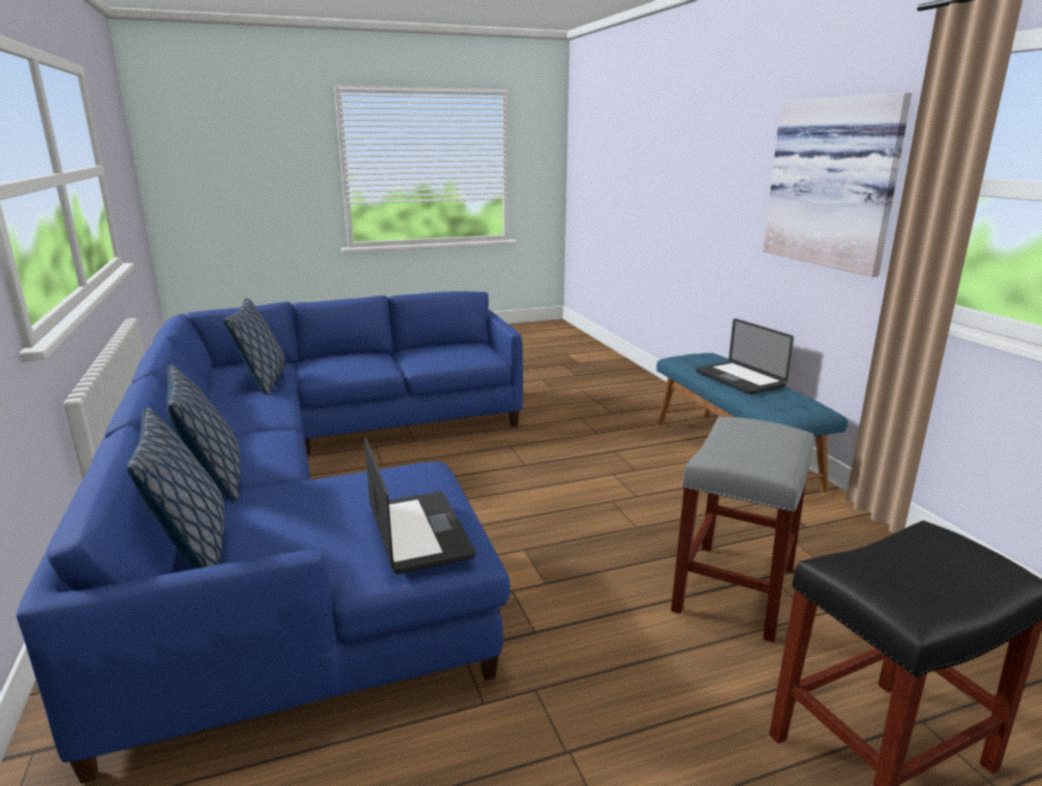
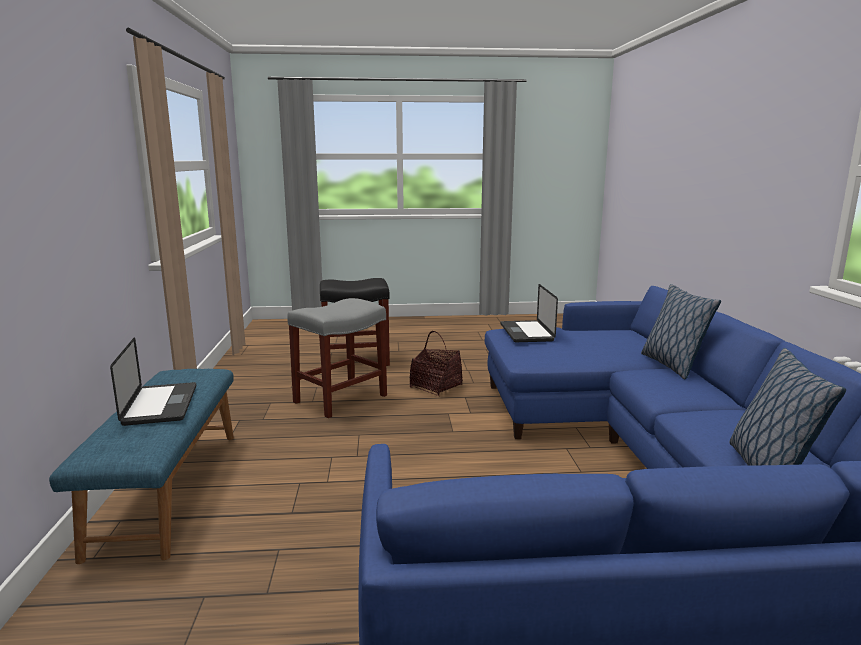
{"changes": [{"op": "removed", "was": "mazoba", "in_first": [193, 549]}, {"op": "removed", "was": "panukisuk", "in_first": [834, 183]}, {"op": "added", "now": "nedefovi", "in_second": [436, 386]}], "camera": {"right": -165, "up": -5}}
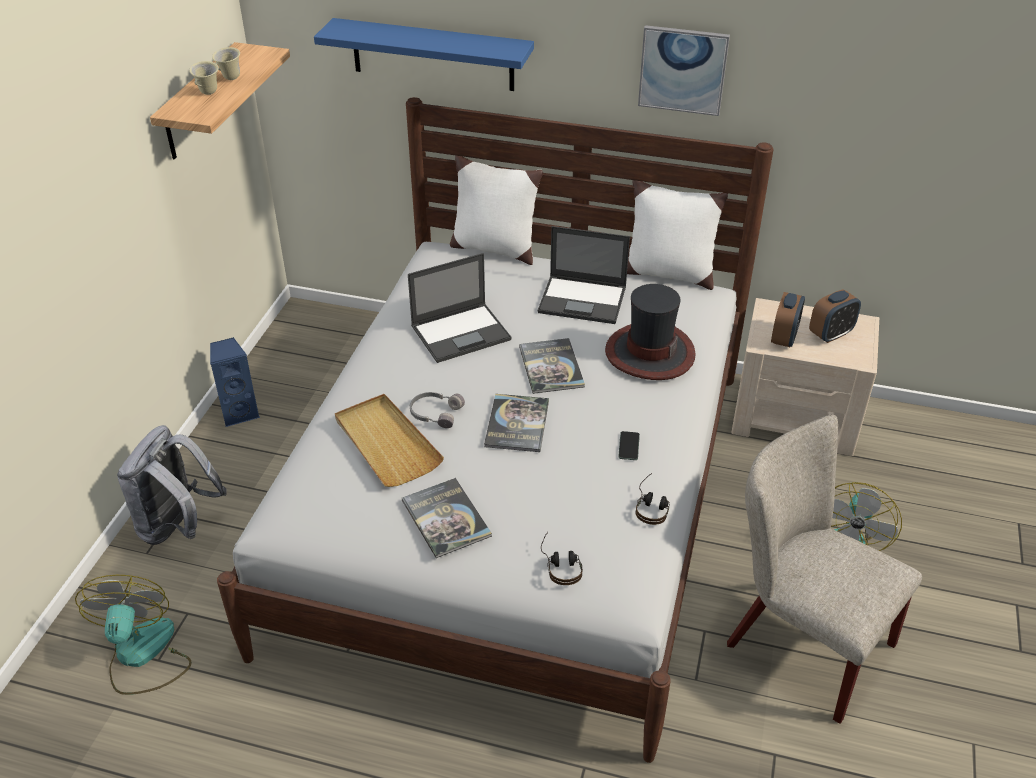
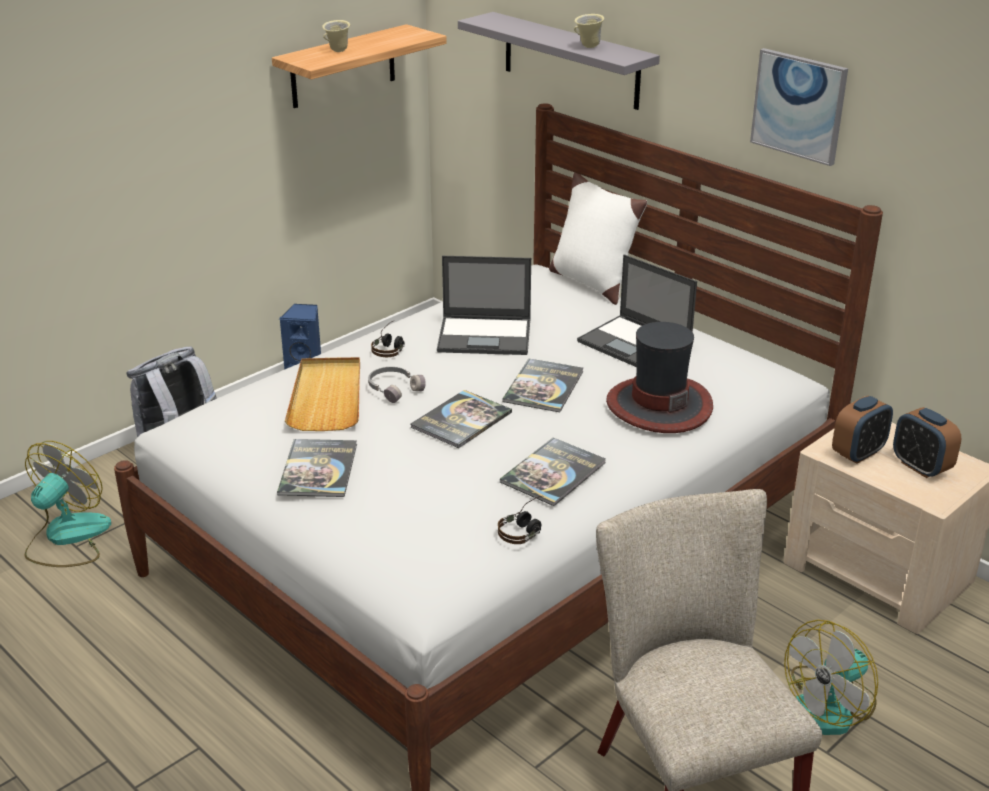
{"changes": [{"op": "moved", "was": "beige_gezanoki", "in_first": [230, 79], "in_second": [588, 47]}, {"op": "recoloured", "was": "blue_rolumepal", "now": "grey_rolumepal", "in_first": [432, 55], "in_second": [571, 60]}, {"op": "moved", "was": "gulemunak", "in_first": [561, 564], "in_second": [390, 347]}, {"op": "replaced", "was": "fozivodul", "now": "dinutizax", "in_first": [629, 446], "in_second": [553, 473]}, {"op": "removed", "was": "white_mazoba", "in_first": [668, 273]}, {"op": "turned", "was": "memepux", "in_first": [830, 334], "in_second": [920, 467], "clockwise": 60}], "camera": {"right": 30, "up": -10}}
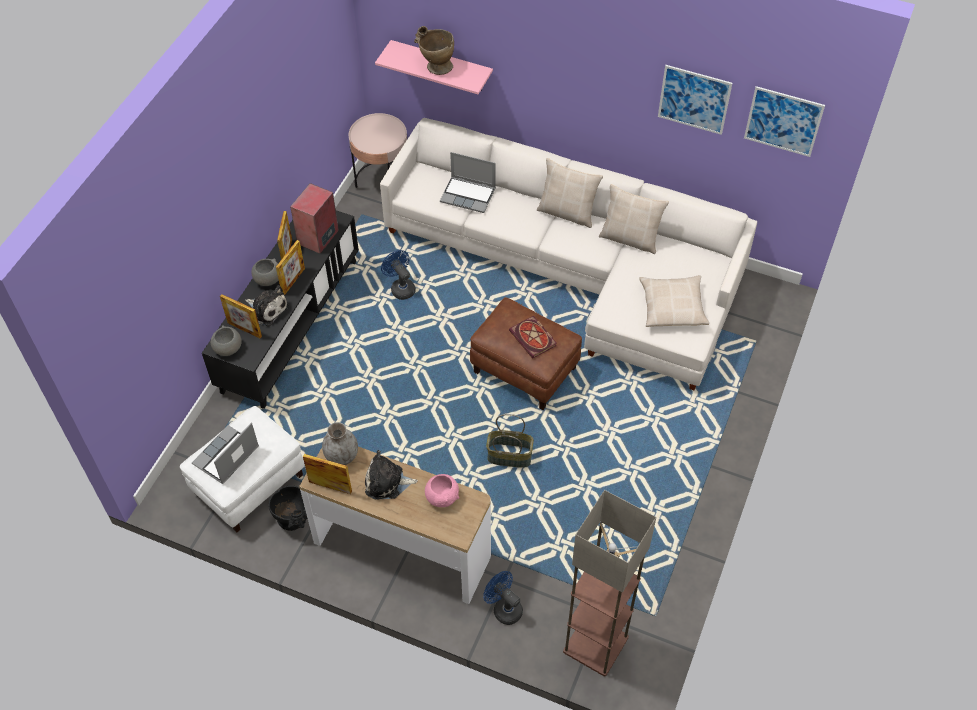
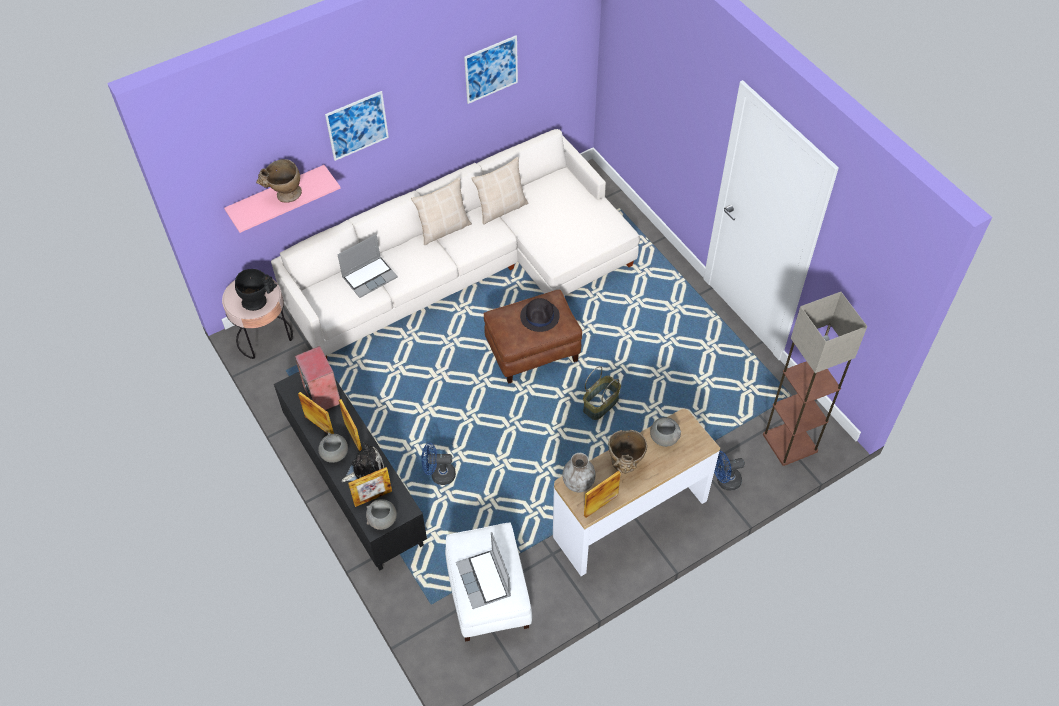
{"changes": [{"op": "moved", "was": "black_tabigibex", "in_first": [294, 522], "in_second": [259, 301]}, {"op": "replaced", "was": "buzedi", "now": "beige_tabigibex", "in_first": [387, 482], "in_second": [625, 466]}, {"op": "moved", "was": "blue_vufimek", "in_first": [400, 287], "in_second": [439, 475]}, {"op": "recoloured", "was": "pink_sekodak", "now": "grey_sekodak", "in_first": [442, 497], "in_second": [664, 438]}, {"op": "replaced", "was": "dinutizax", "now": "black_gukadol", "in_first": [534, 338], "in_second": [540, 316]}, {"op": "removed", "was": "beige_mazoba", "in_first": [672, 306]}, {"op": "moved", "was": "panukisuk", "in_first": [783, 121], "in_second": [357, 125]}], "camera": {"right": -55, "up": 0}}
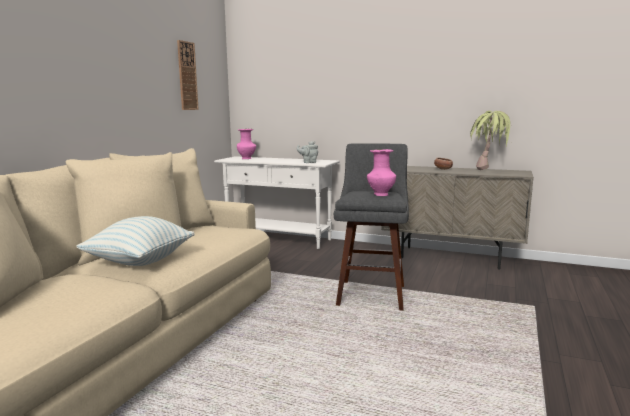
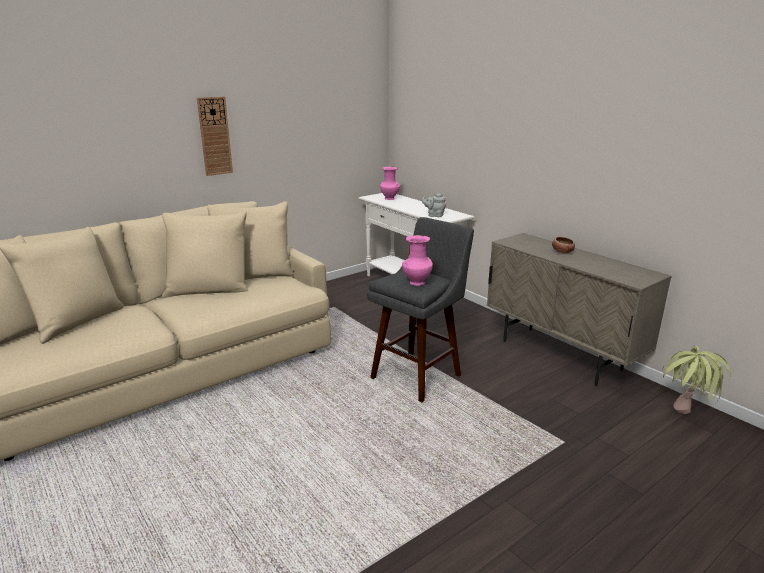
{"changes": [{"op": "removed", "was": "mazoba", "in_first": [140, 261]}, {"op": "moved", "was": "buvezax", "in_first": [187, 76], "in_second": [215, 136]}, {"op": "moved", "was": "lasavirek", "in_first": [488, 171], "in_second": [682, 422]}], "camera": {"right": 30, "up": 10}}
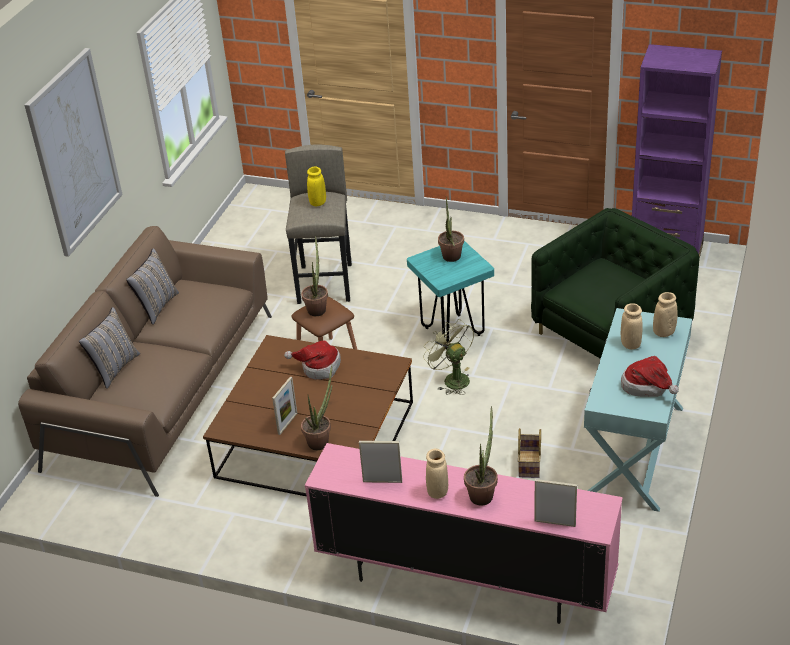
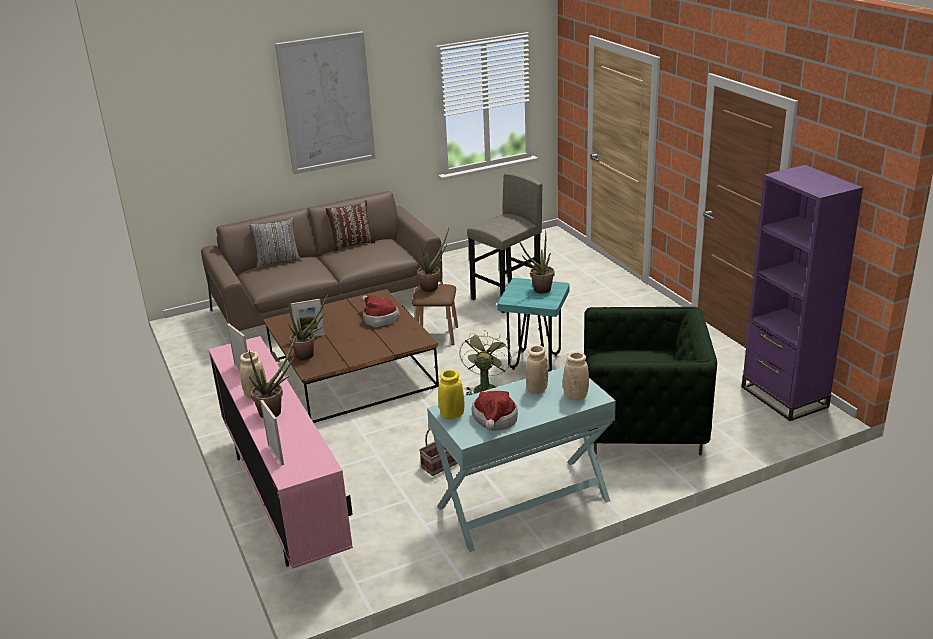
{"changes": [{"op": "recoloured", "was": "grey_mazoba", "now": "brown_mazoba", "in_first": [156, 307], "in_second": [352, 244]}, {"op": "moved", "was": "yellow_tabigibex", "in_first": [318, 203], "in_second": [452, 415]}], "camera": {"right": 45, "up": -10}}
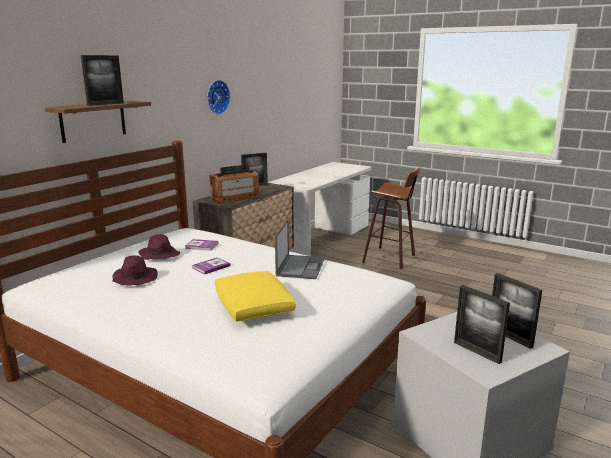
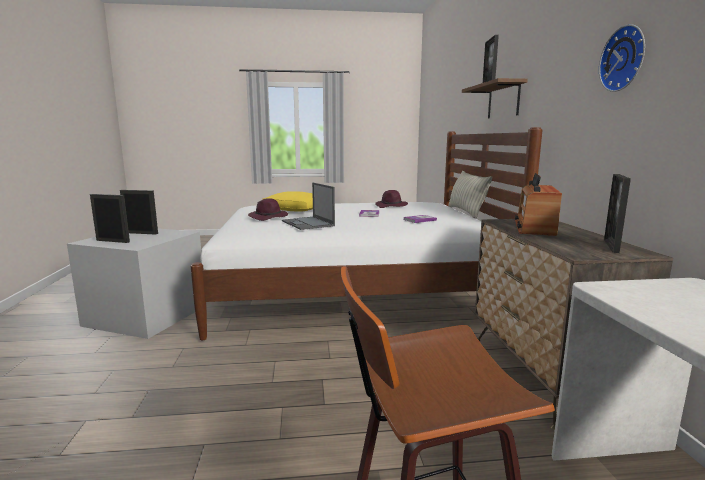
{"changes": [{"op": "moved", "was": "purple_gukadol", "in_first": [159, 255], "in_second": [269, 217]}, {"op": "added", "now": "mazoba", "in_second": [466, 212]}], "camera": {"right": 140, "up": -5}}
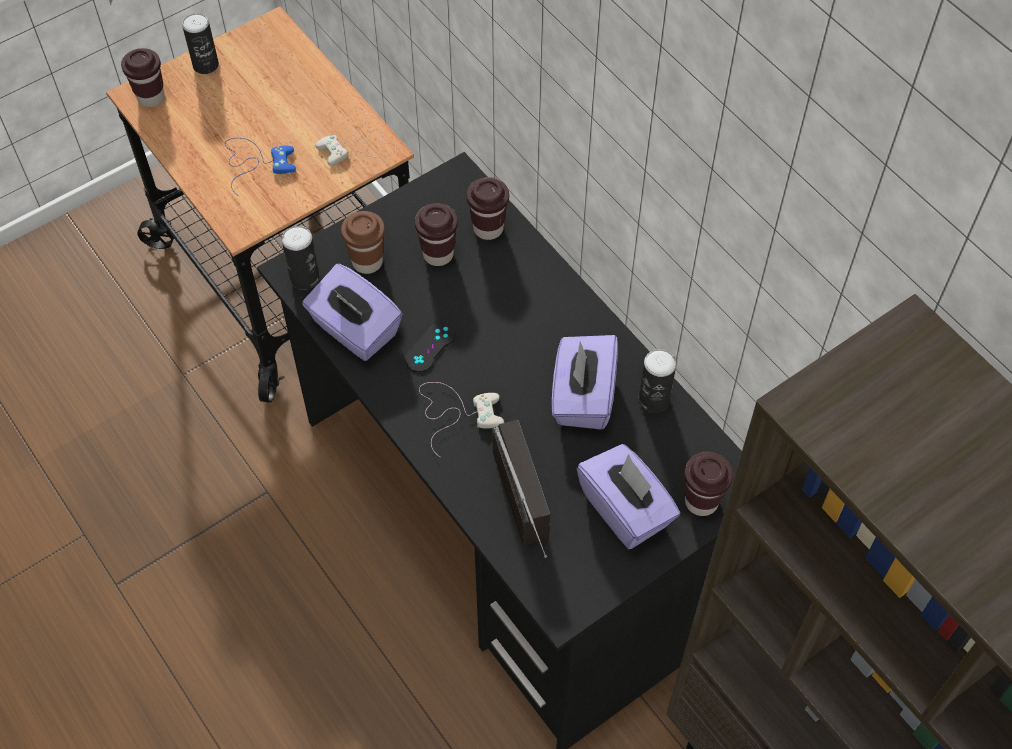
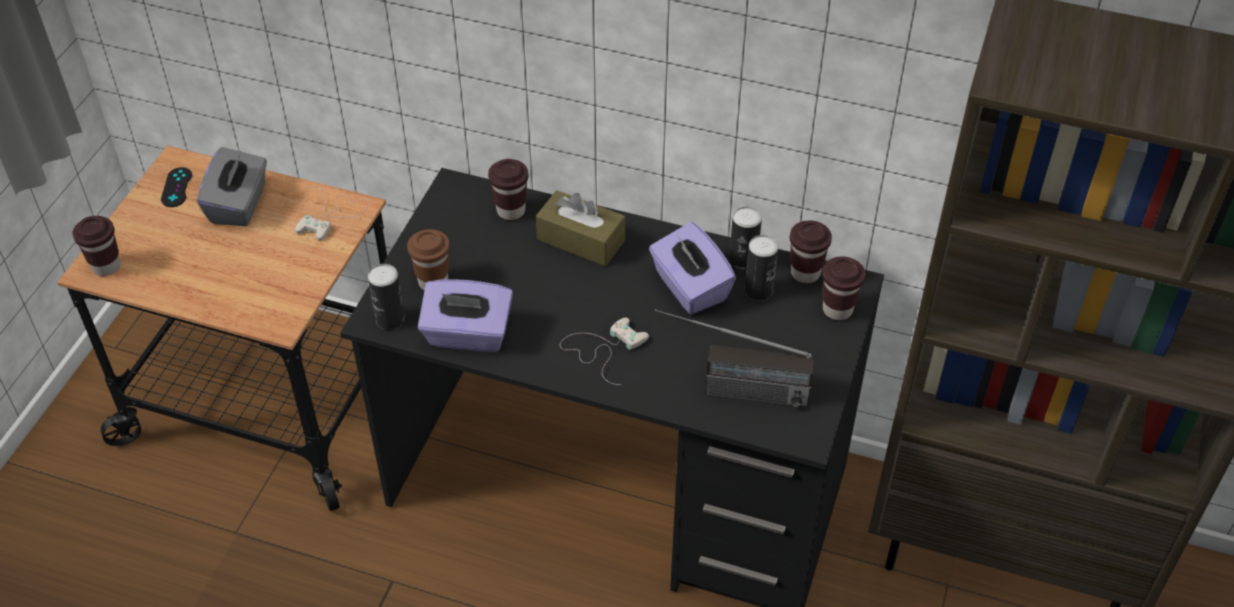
{"changes": [{"op": "moved", "was": "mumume", "in_first": [205, 65], "in_second": [758, 290]}, {"op": "removed", "was": "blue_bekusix", "in_first": [256, 162]}, {"op": "moved", "was": "black_bekusix", "in_first": [430, 347], "in_second": [176, 187]}, {"op": "moved", "was": "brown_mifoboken", "in_first": [438, 254], "in_second": [805, 273]}, {"op": "turned", "was": "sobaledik", "in_first": [532, 520], "in_second": [729, 390], "clockwise": 150}, {"op": "removed", "was": "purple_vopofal", "in_first": [625, 509]}, {"op": "added", "now": "grey_vopofal", "in_second": [239, 204]}, {"op": "added", "now": "brown_vopofal", "in_second": [581, 240]}], "camera": {"right": -35, "up": -10}}
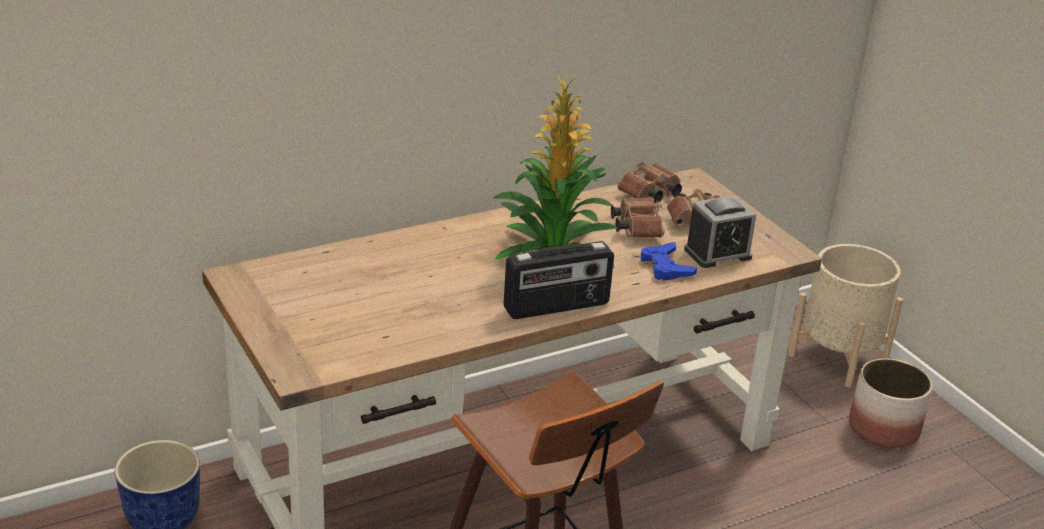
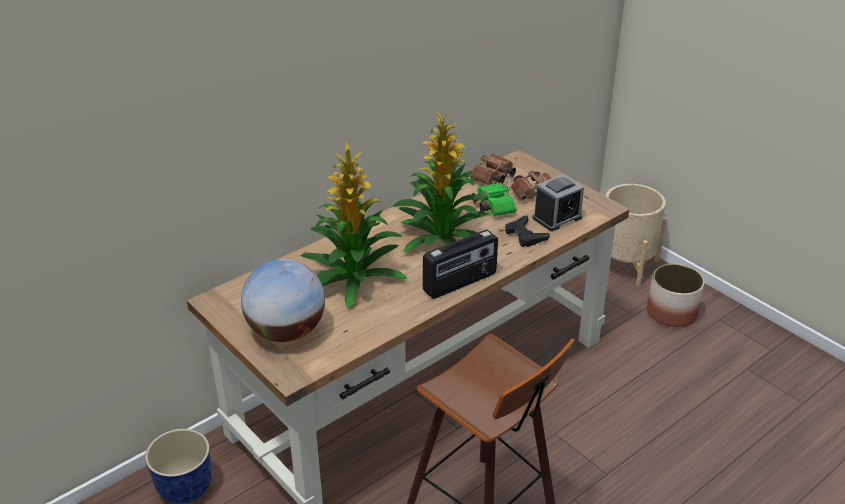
{"changes": [{"op": "recoloured", "was": "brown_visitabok", "now": "green_visitabok", "in_first": [636, 227], "in_second": [493, 207]}, {"op": "recoloured", "was": "blue_bekusix", "now": "black_bekusix", "in_first": [665, 267], "in_second": [525, 235]}, {"op": "added", "now": "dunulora", "in_second": [287, 332]}, {"op": "added", "now": "lasavirek", "in_second": [352, 277]}], "camera": {"right": -10, "up": 5}}
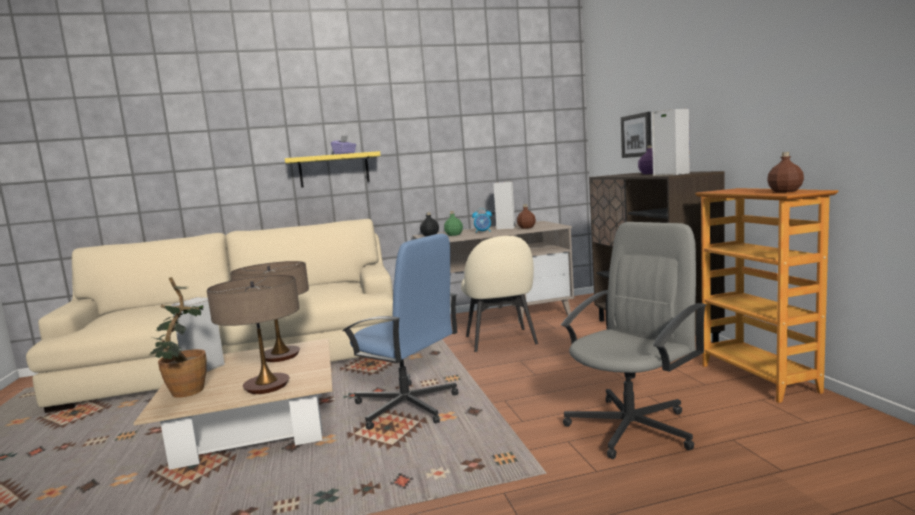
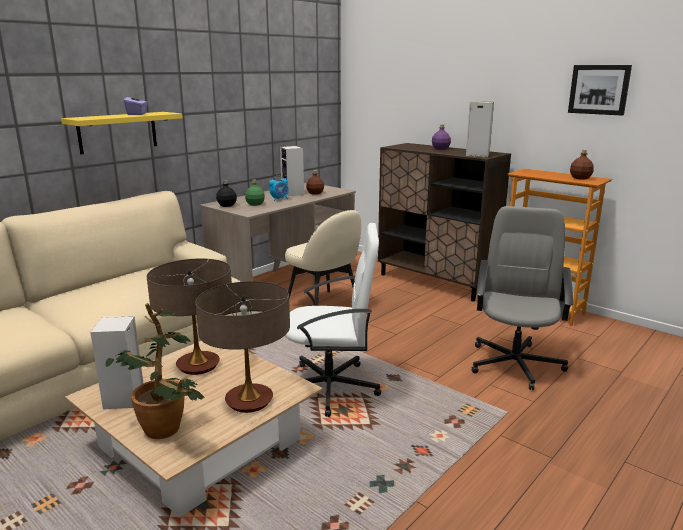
{"changes": [{"op": "recoloured", "was": "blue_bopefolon", "now": "white_bopefolon", "in_first": [407, 407], "in_second": [331, 387]}, {"op": "moved", "was": "panukisuk", "in_first": [637, 135], "in_second": [599, 89]}], "camera": {"right": -35, "up": 10}}
